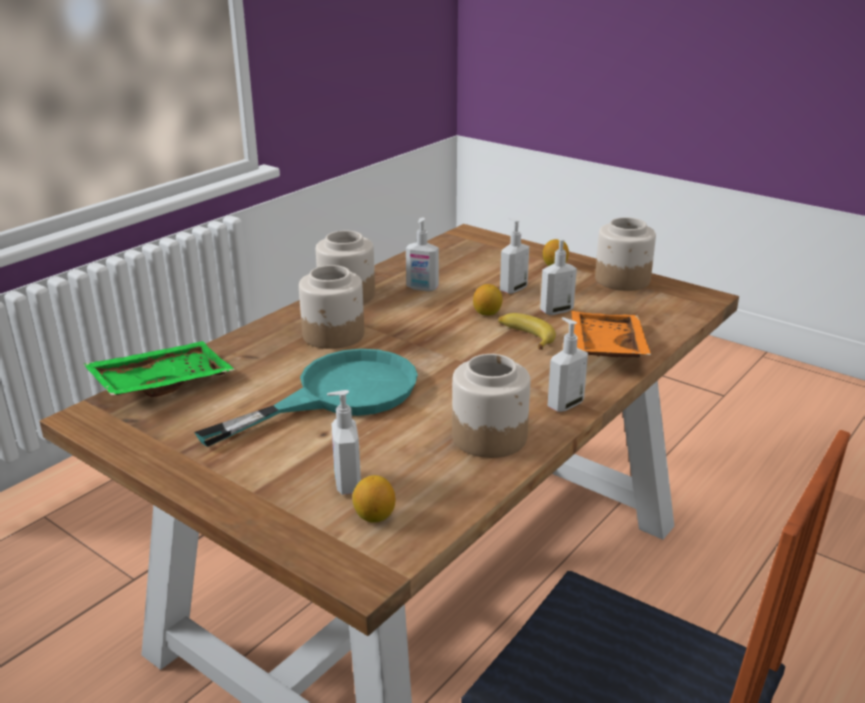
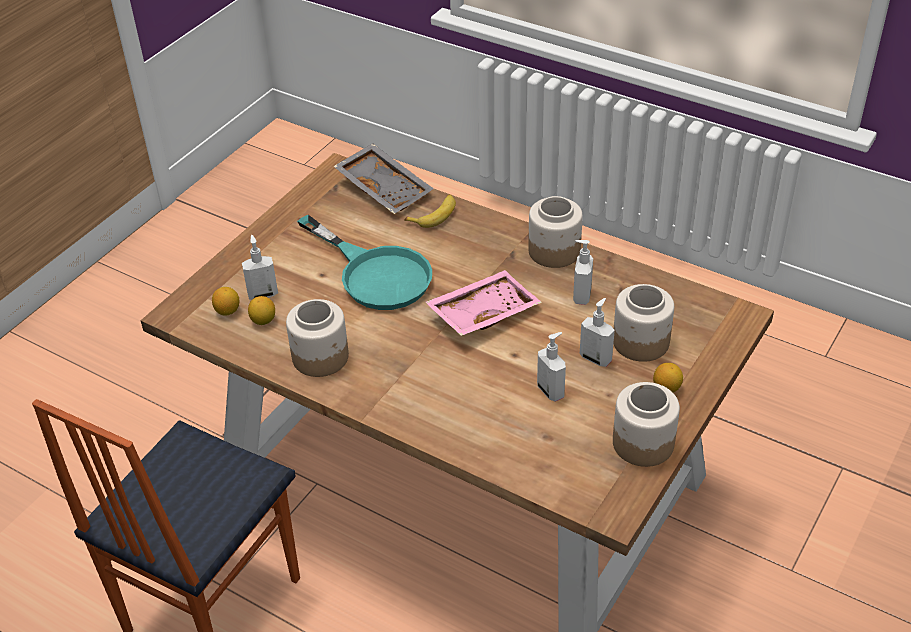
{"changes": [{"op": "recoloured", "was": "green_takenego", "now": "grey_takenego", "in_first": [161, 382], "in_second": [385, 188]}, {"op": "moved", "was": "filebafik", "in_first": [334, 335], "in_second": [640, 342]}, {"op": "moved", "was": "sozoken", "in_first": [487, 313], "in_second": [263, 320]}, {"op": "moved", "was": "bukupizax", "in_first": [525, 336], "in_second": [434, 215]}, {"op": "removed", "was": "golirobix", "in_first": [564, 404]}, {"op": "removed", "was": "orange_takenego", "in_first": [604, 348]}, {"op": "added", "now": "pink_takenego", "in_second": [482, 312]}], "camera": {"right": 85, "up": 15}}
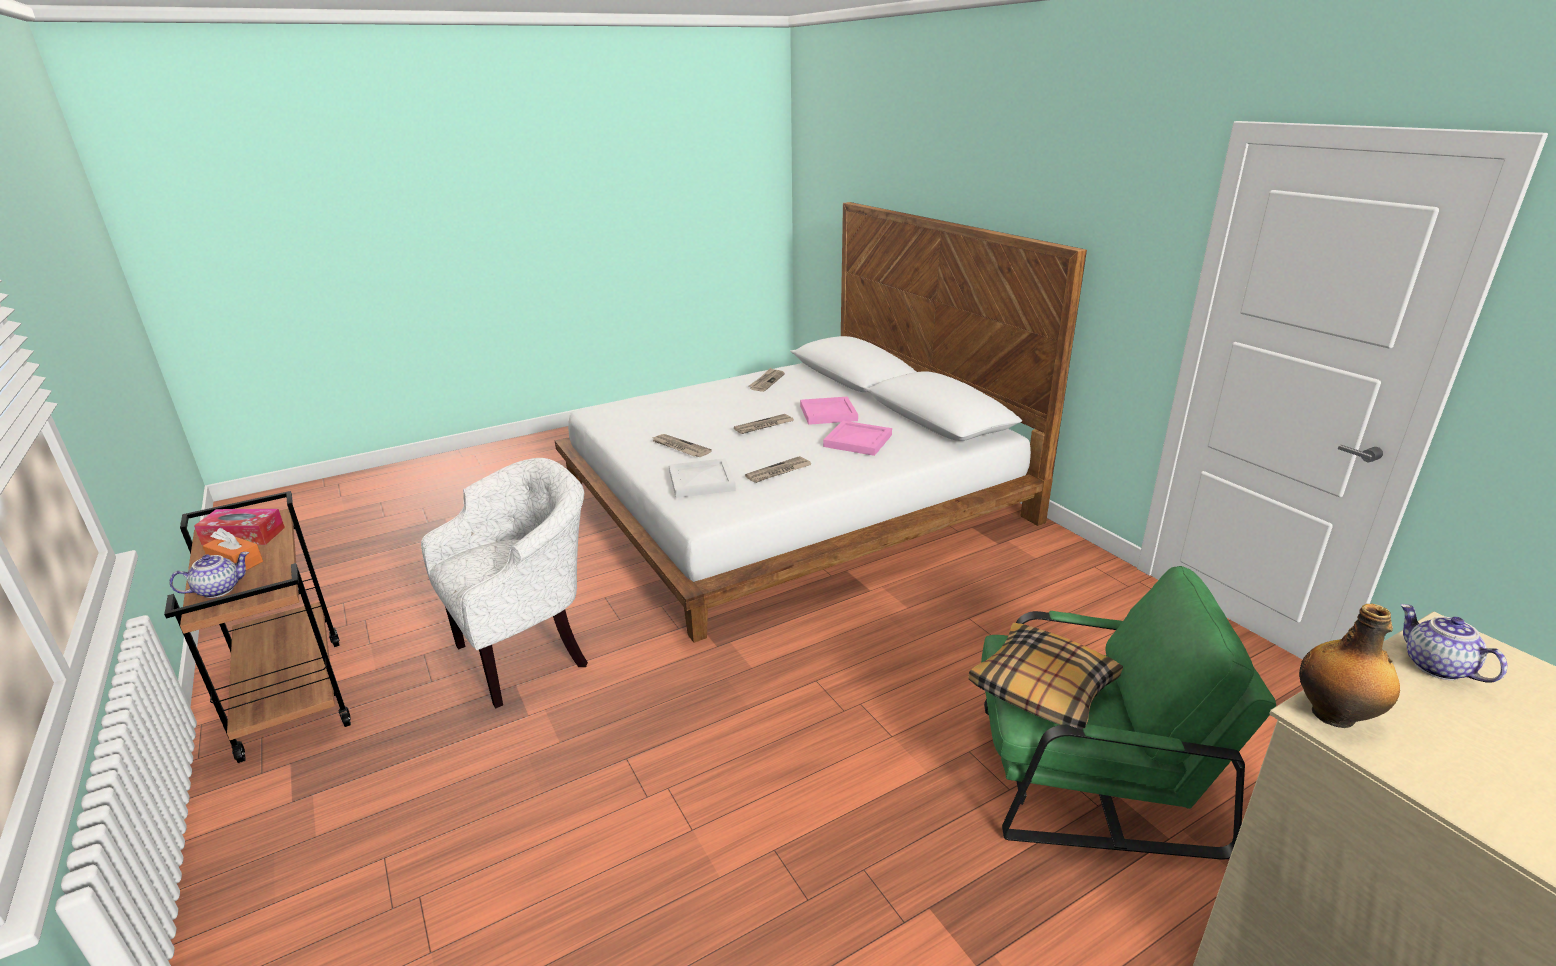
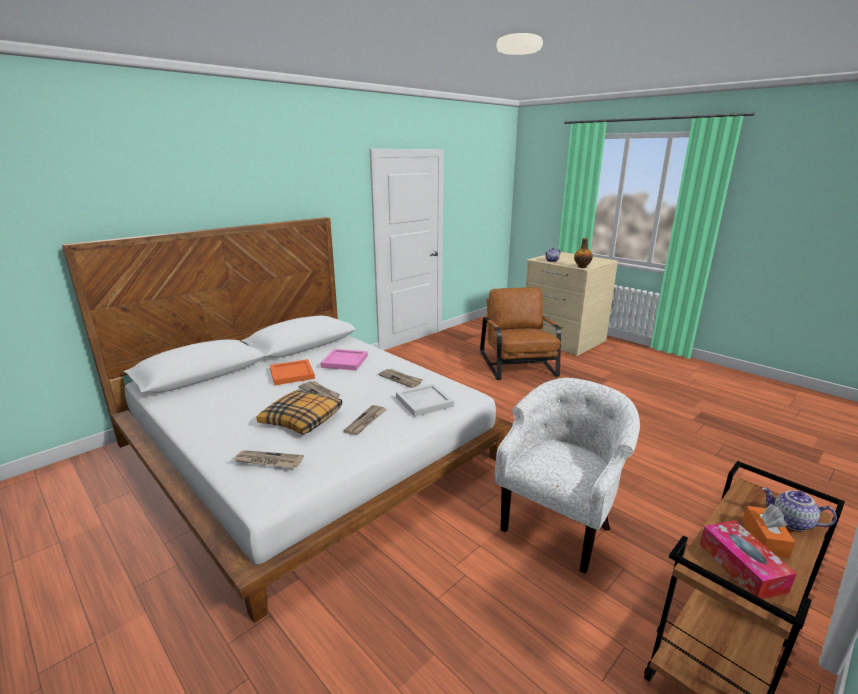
{"changes": [{"op": "turned", "was": "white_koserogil", "in_first": [529, 653], "in_second": [559, 526], "clockwise": 90}, {"op": "moved", "was": "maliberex", "in_first": [766, 381], "in_second": [268, 461]}, {"op": "recoloured", "was": "pink_takenego", "now": "orange_takenego", "in_first": [827, 413], "in_second": [291, 374]}, {"op": "moved", "was": "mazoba", "in_first": [1042, 688], "in_second": [302, 419]}, {"op": "recoloured", "was": "green_koserogil", "now": "brown_koserogil", "in_first": [1089, 776], "in_second": [518, 364]}], "camera": {"right": -105, "up": -5}}
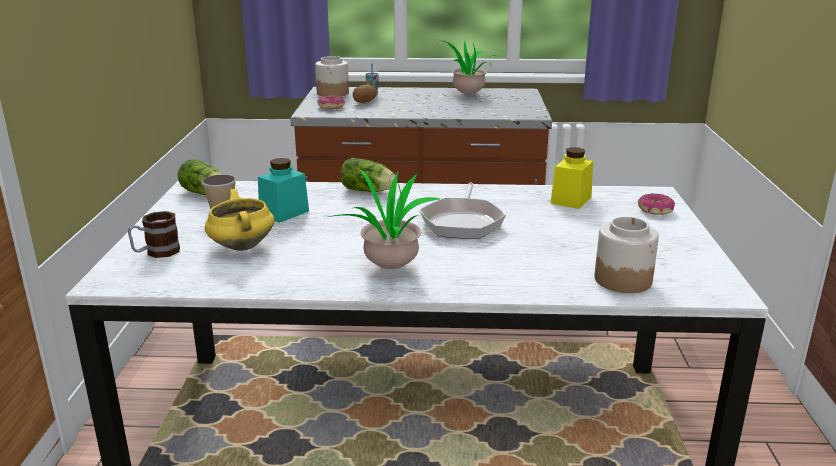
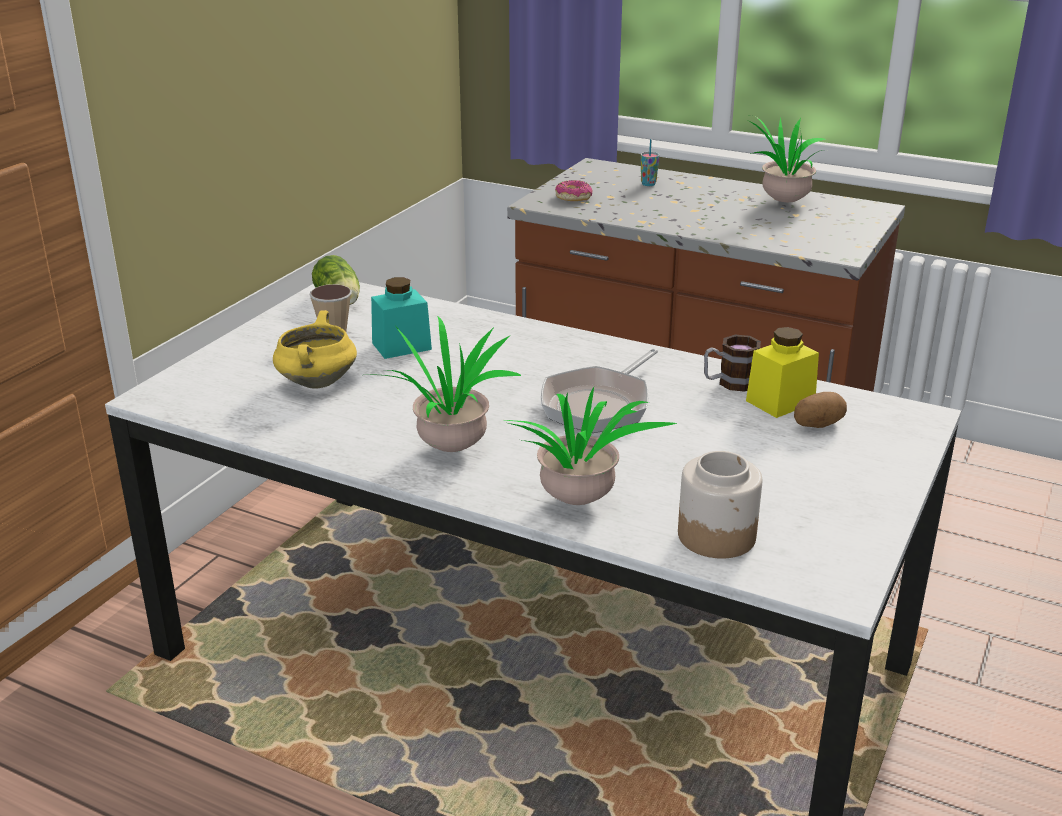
{"changes": [{"op": "moved", "was": "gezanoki", "in_first": [156, 252], "in_second": [729, 383]}, {"op": "removed", "was": "filebafik", "in_first": [333, 93]}, {"op": "removed", "was": "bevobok", "in_first": [369, 191]}, {"op": "moved", "was": "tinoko", "in_first": [364, 102], "in_second": [817, 424]}, {"op": "removed", "was": "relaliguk", "in_first": [655, 210]}, {"op": "added", "now": "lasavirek", "in_second": [578, 504]}], "camera": {"right": 25, "up": 5}}
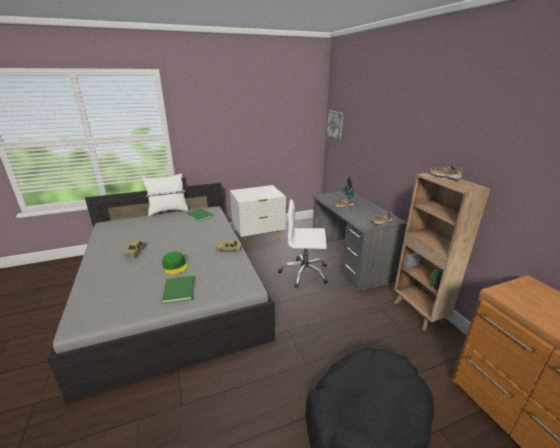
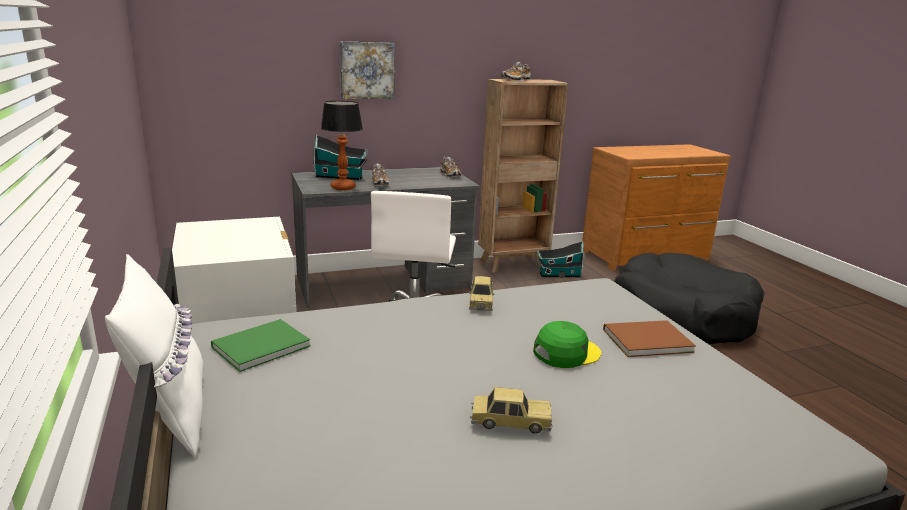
{"changes": [{"op": "recoloured", "was": "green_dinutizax", "now": "brown_dinutizax", "in_first": [180, 289], "in_second": [644, 339]}, {"op": "moved", "was": "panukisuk", "in_first": [335, 125], "in_second": [367, 70]}, {"op": "added", "now": "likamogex", "in_second": [342, 187]}, {"op": "added", "now": "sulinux", "in_second": [558, 275]}], "camera": {"right": -90, "up": -5}}
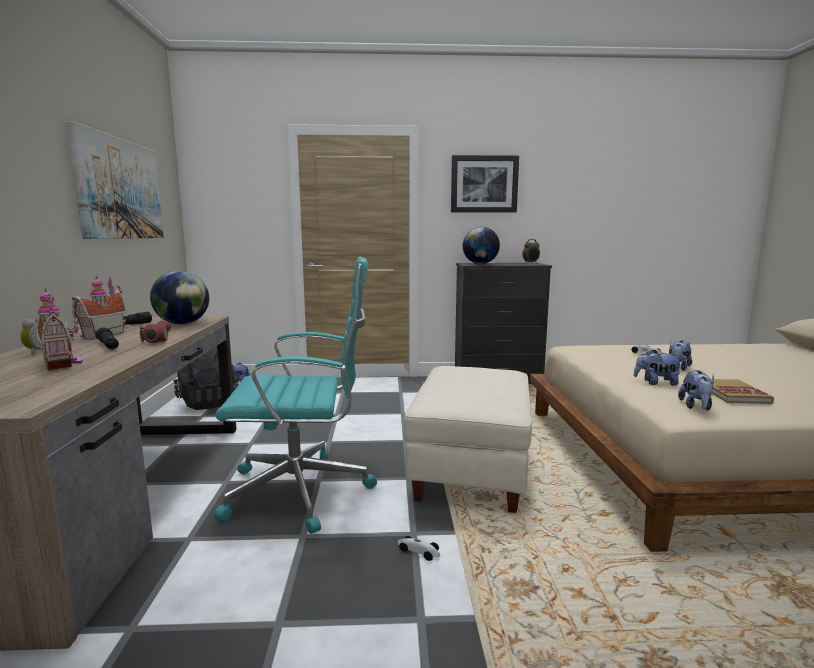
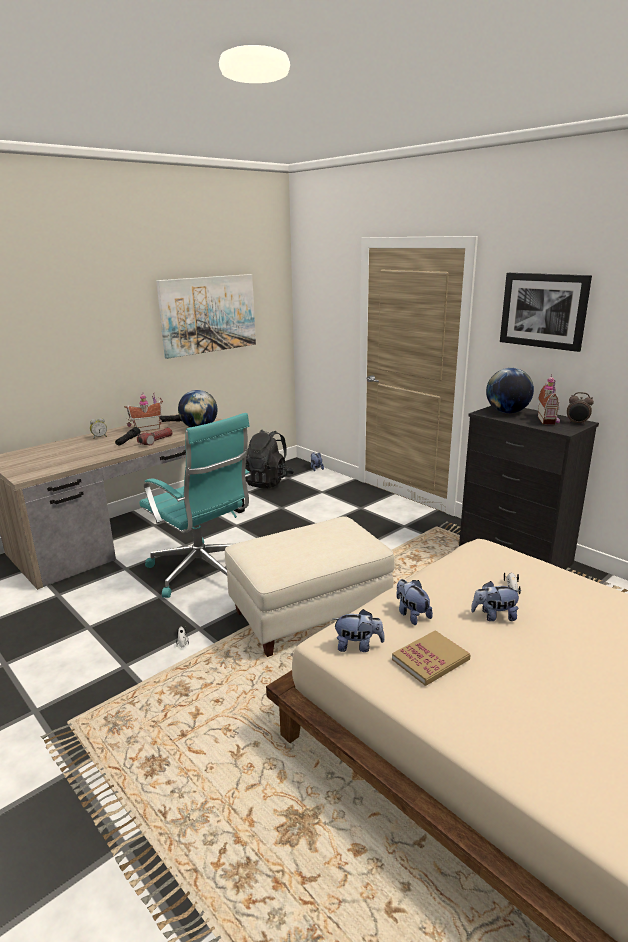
{"changes": [{"op": "moved", "was": "sulinux", "in_first": [63, 363], "in_second": [549, 420]}, {"op": "turned", "was": "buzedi", "in_first": [696, 407], "in_second": [358, 646], "clockwise": -150}], "camera": {"right": 50, "up": 10}}
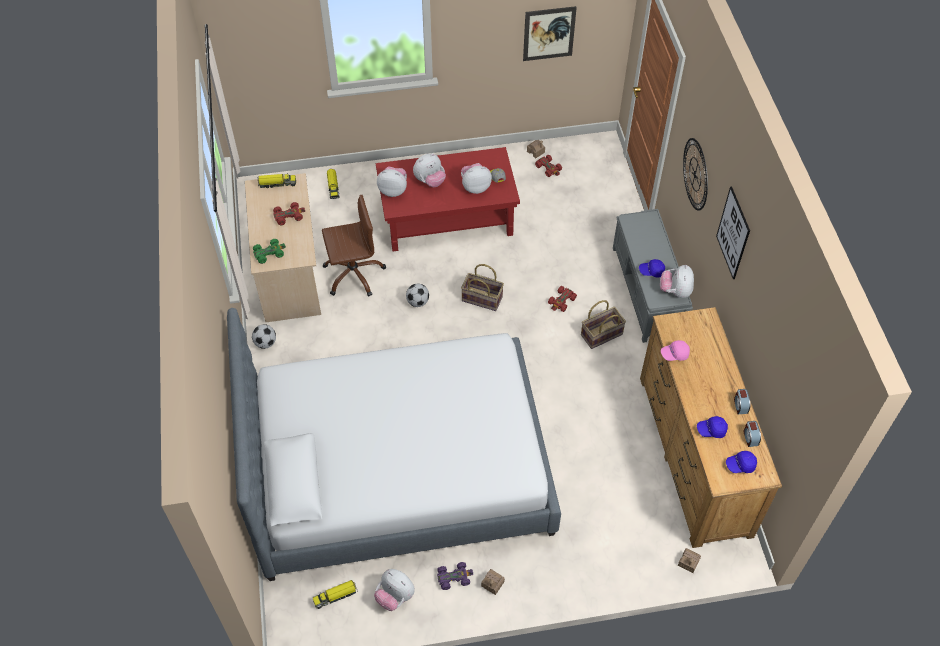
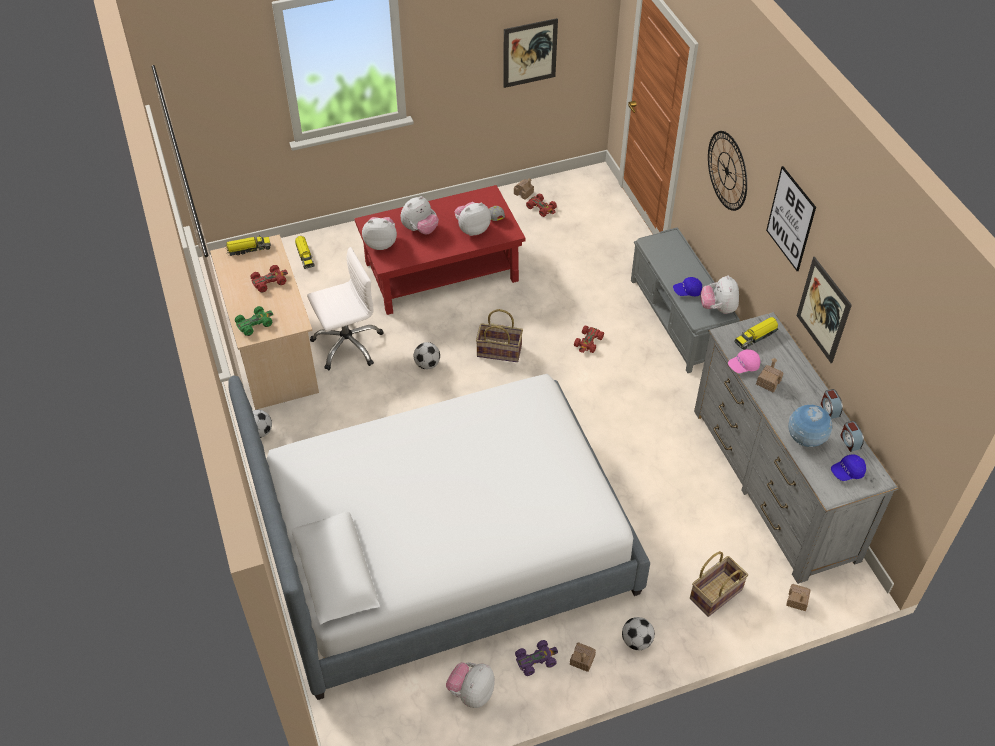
{"changes": [{"op": "moved", "was": "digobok", "in_first": [335, 596], "in_second": [756, 337]}, {"op": "recoloured", "was": "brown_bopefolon", "now": "white_bopefolon", "in_first": [353, 274], "in_second": [347, 344]}, {"op": "turned", "was": "buzedi", "in_first": [395, 596], "in_second": [471, 693], "clockwise": 90}, {"op": "moved", "was": "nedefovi", "in_first": [601, 334], "in_second": [715, 593]}, {"op": "recoloured", "was": "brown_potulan", "now": "grey_potulan", "in_first": [694, 454], "in_second": [773, 483]}, {"op": "replaced", "was": "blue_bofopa", "now": "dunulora", "in_first": [711, 430], "in_second": [805, 440]}, {"op": "added", "now": "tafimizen", "in_second": [636, 641]}, {"op": "added", "now": "sulinux", "in_second": [768, 382]}, {"op": "added", "now": "panukisuk", "in_second": [823, 310]}], "camera": {"right": -10, "up": -5}}
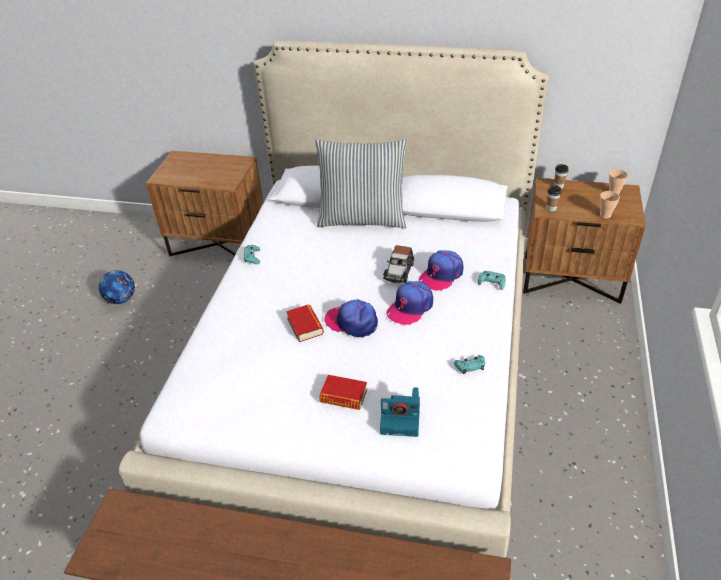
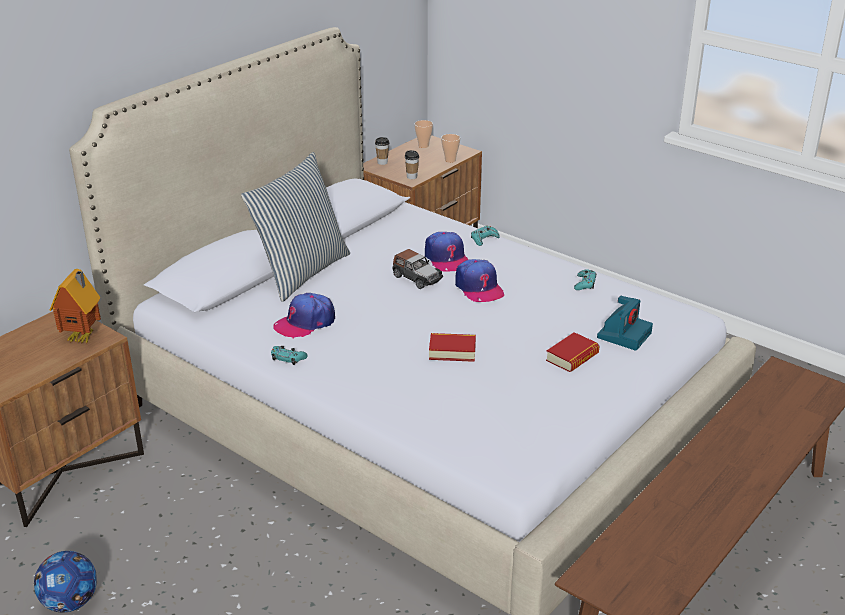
{"changes": [{"op": "moved", "was": "bofopa", "in_first": [352, 322], "in_second": [305, 322]}, {"op": "added", "now": "sulinux", "in_second": [84, 337]}], "camera": {"right": -65, "up": -10}}
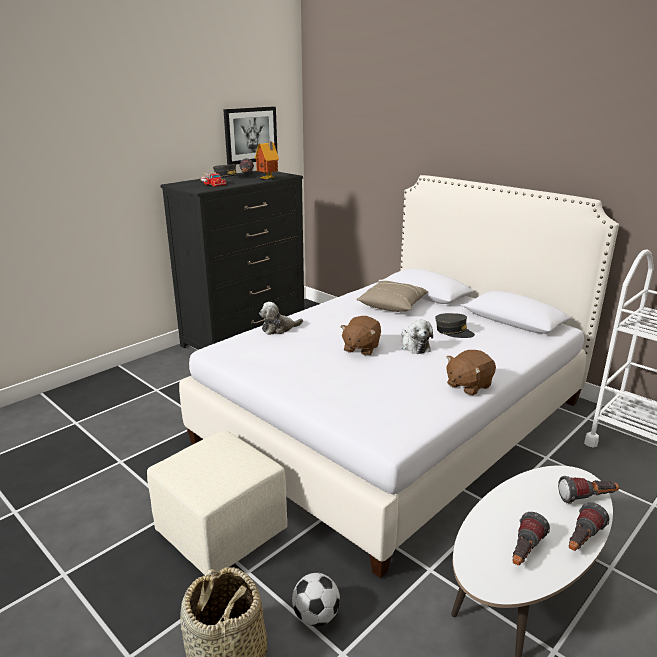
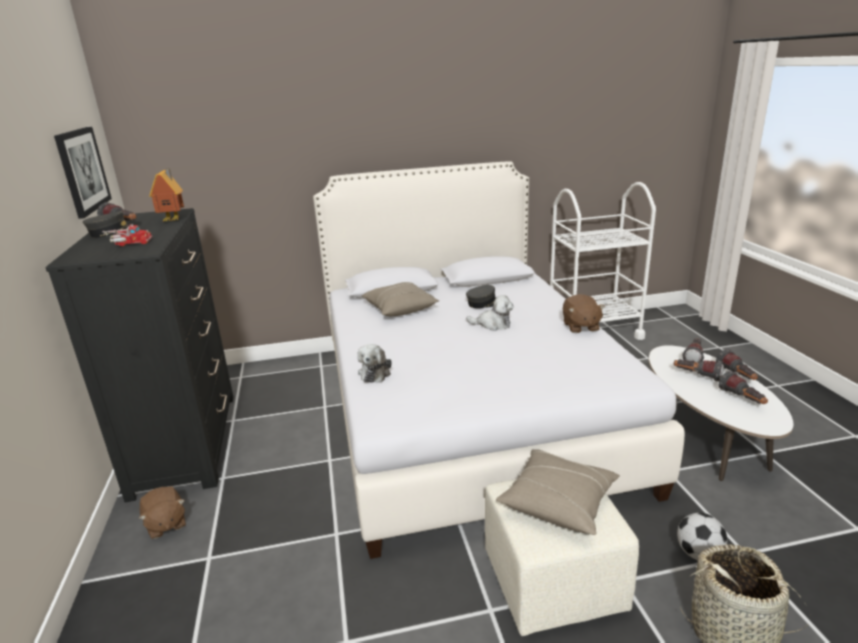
{"changes": [{"op": "moved", "was": "brown_buzedi", "in_first": [361, 348], "in_second": [165, 524]}, {"op": "added", "now": "beige_mazoba", "in_second": [558, 502]}, {"op": "added", "now": "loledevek", "in_second": [696, 376]}], "camera": {"right": -55, "up": 0}}
